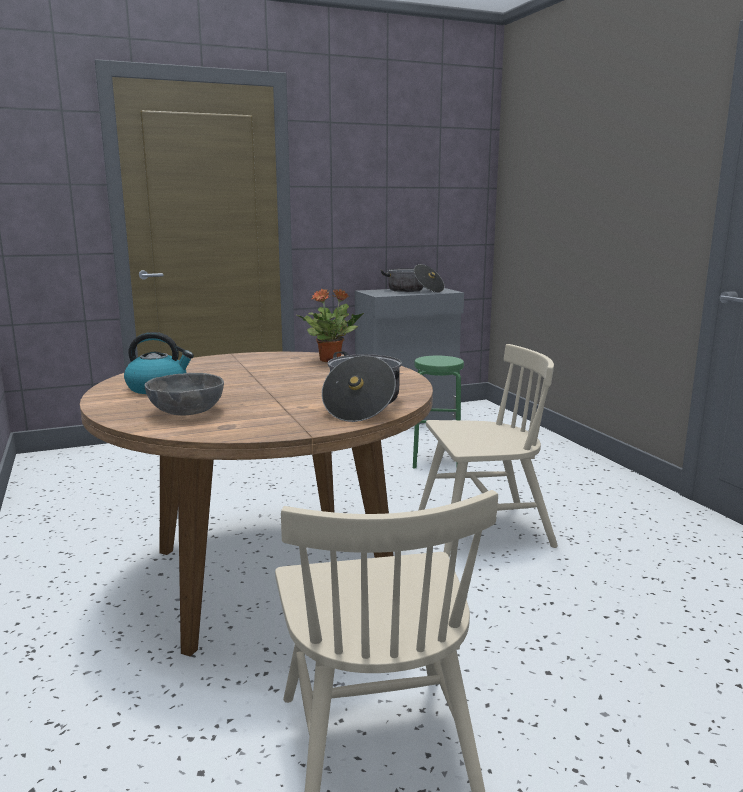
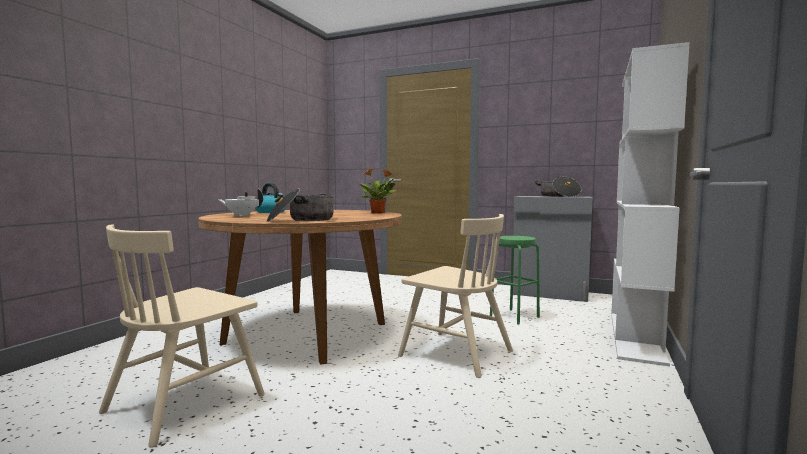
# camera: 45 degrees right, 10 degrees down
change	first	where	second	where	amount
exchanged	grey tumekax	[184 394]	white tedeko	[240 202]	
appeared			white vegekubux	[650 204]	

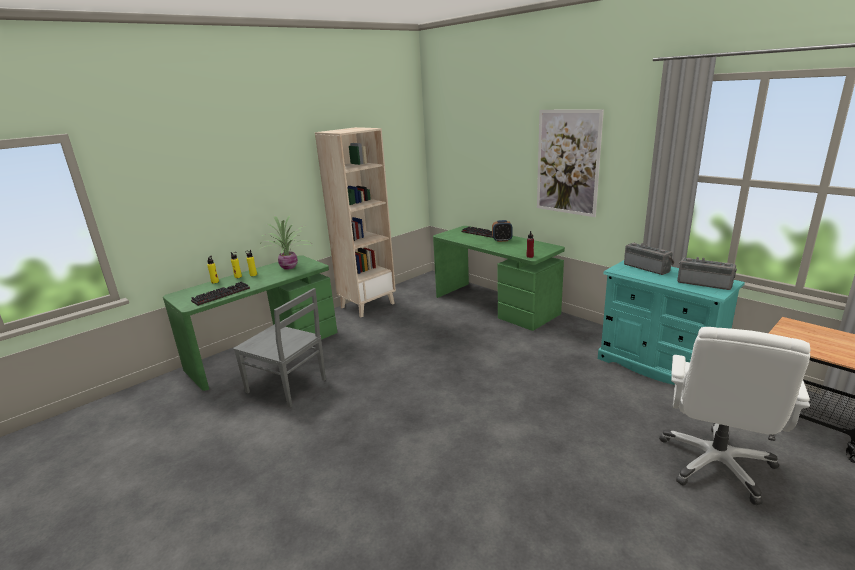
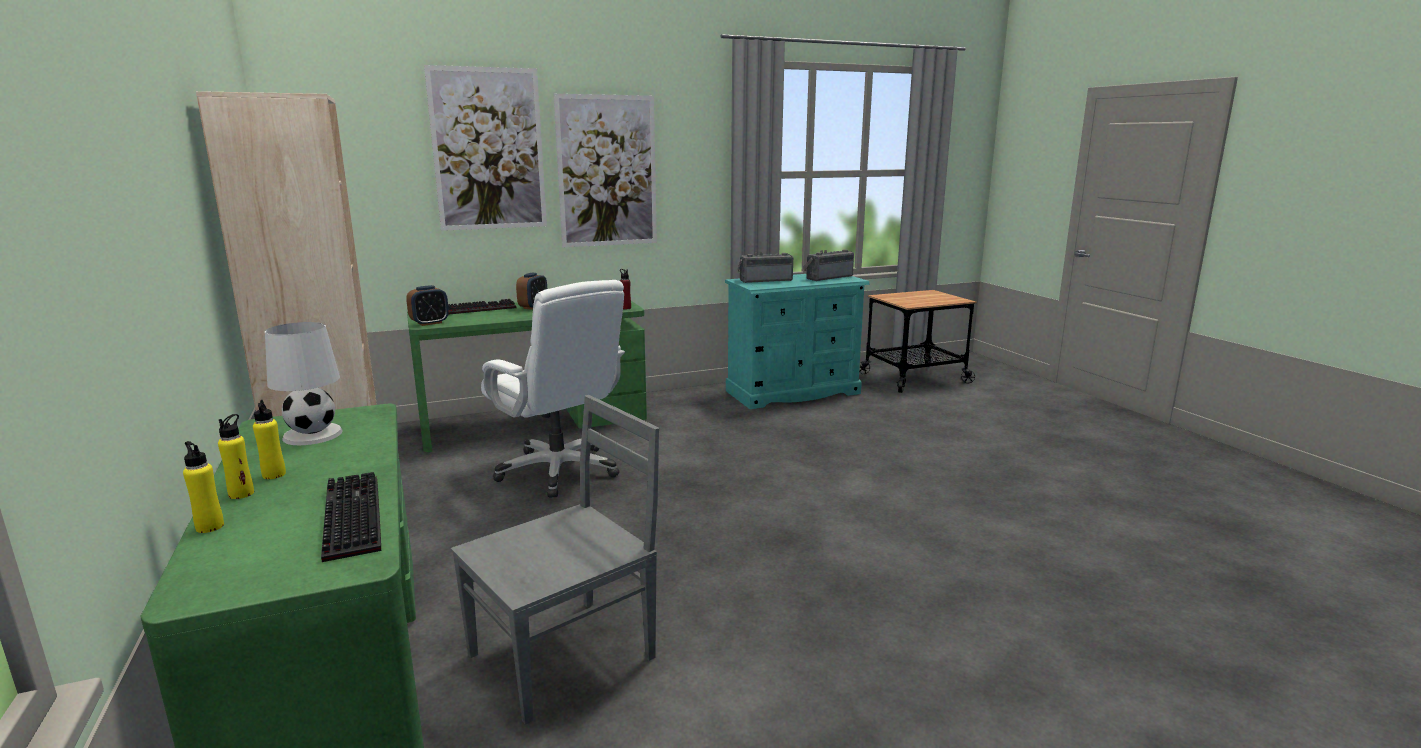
# camera: 70 degrees left, 5 degrees down
change	first	where	second	where	amount
exchanged	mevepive	[285 242]	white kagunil	[304 383]	
relocated	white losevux	[735 416]		[553 389]	
appeared			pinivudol	[485 148]	
appeared			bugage	[427 305]	

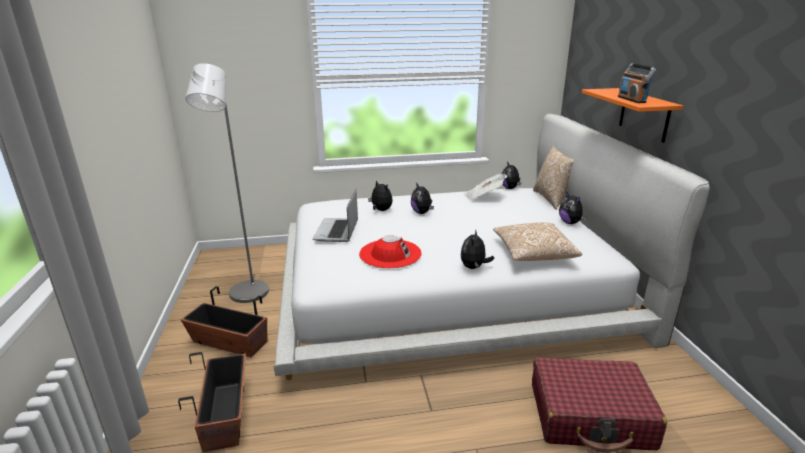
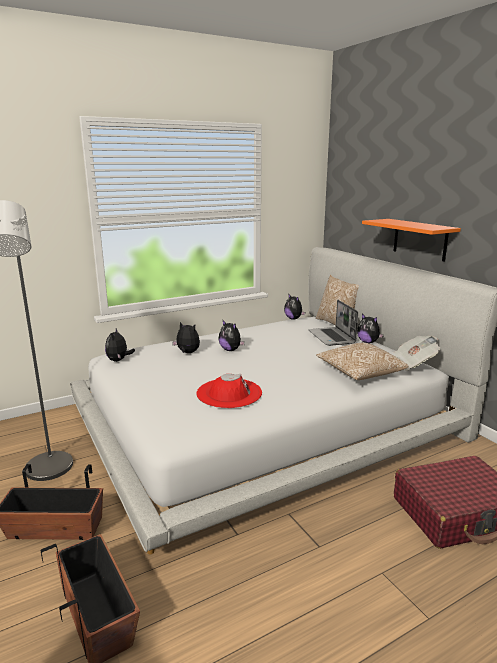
# camera: 20 degrees left, 5 degrees down
change	first	where	second	where	amount
missing	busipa	[637 83]			
relocated	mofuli	[485 187]		[417 353]	
relocated	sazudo	[335 215]		[333 323]	
relocated	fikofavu	[477 249]		[120 345]	

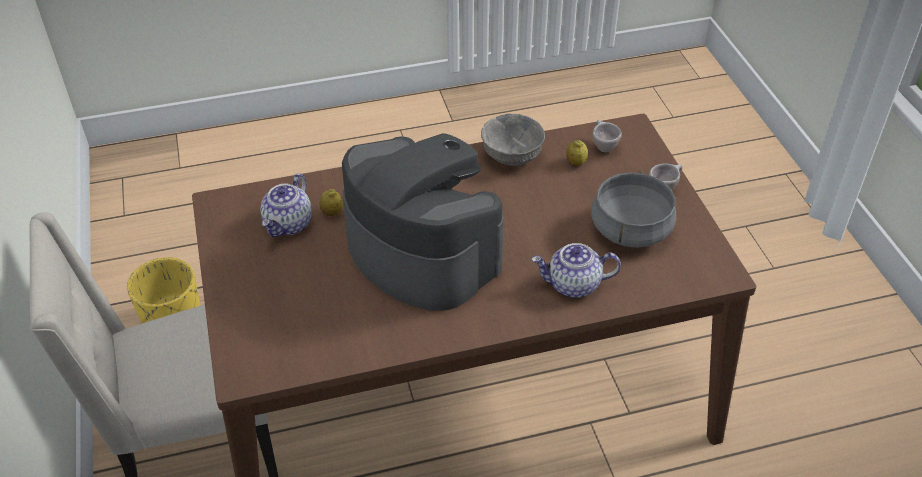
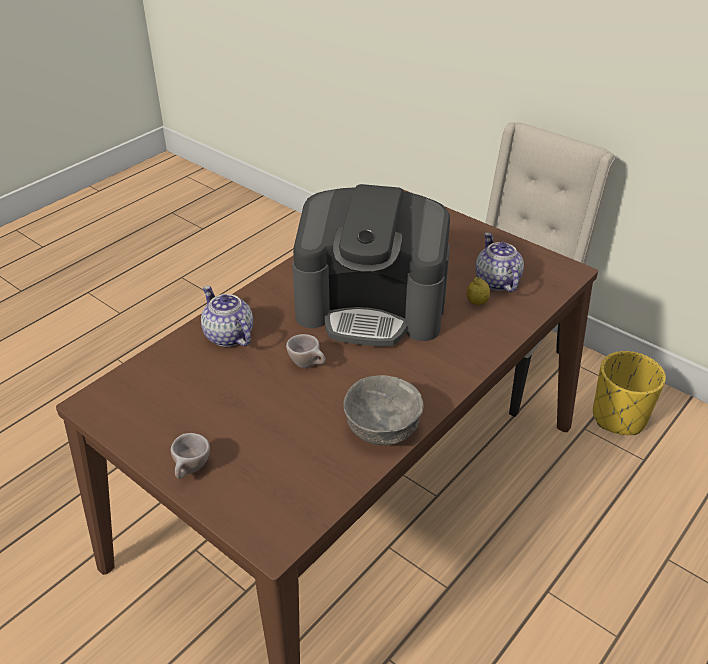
# camera: 145 degrees right, 5 degrees down
change	first	where	second	where	amount
relocated	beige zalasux	[607 136]		[306 351]	
missing	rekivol	[577 153]			
missing	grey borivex	[633 209]			
spun	tedeko	[576 270]		[227 316]	90 degrees counterclockwise

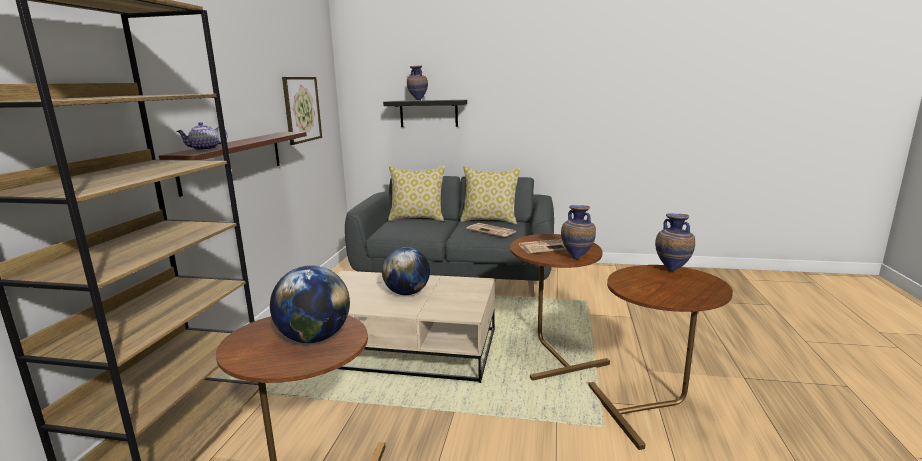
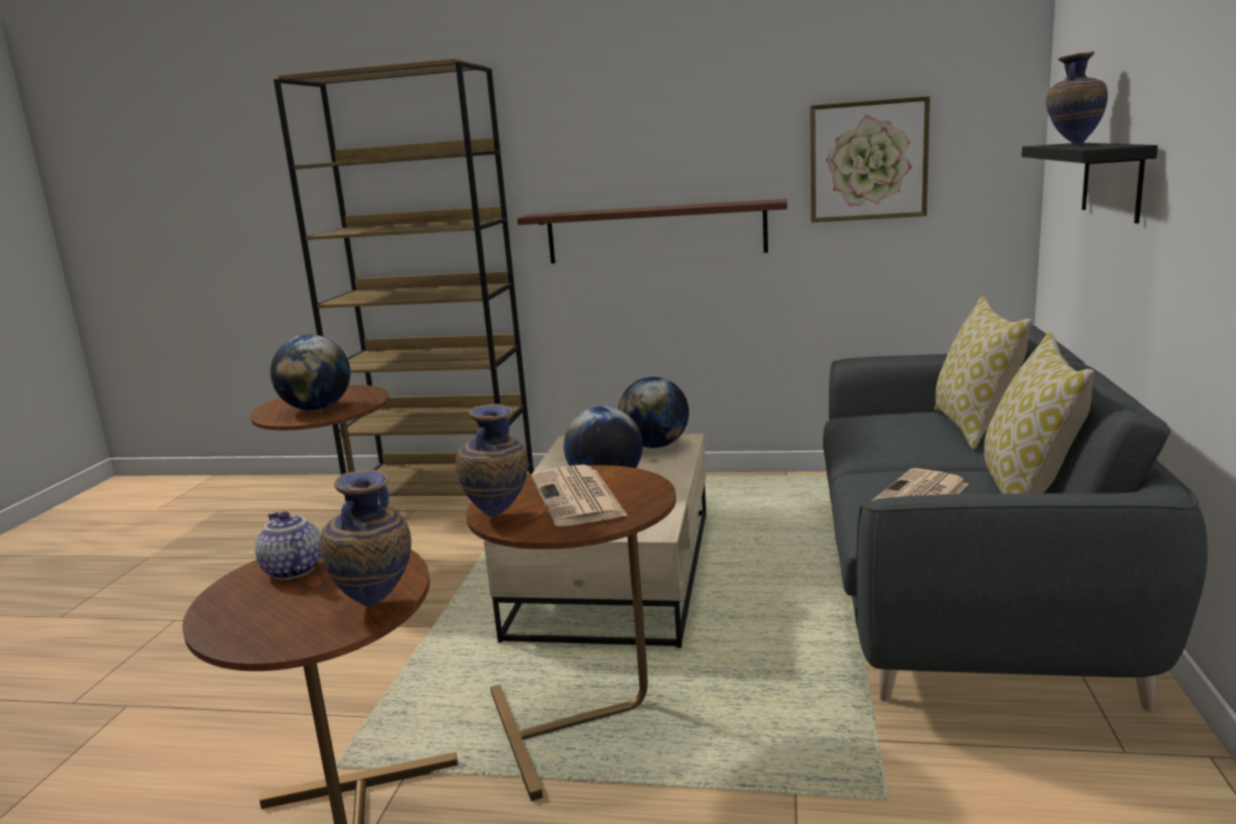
# camera: 90 degrees right, 0 degrees up
change	first	where	second	where	amount
relocated	tedeko	[202 136]		[288 546]	
appeared			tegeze	[653 412]	

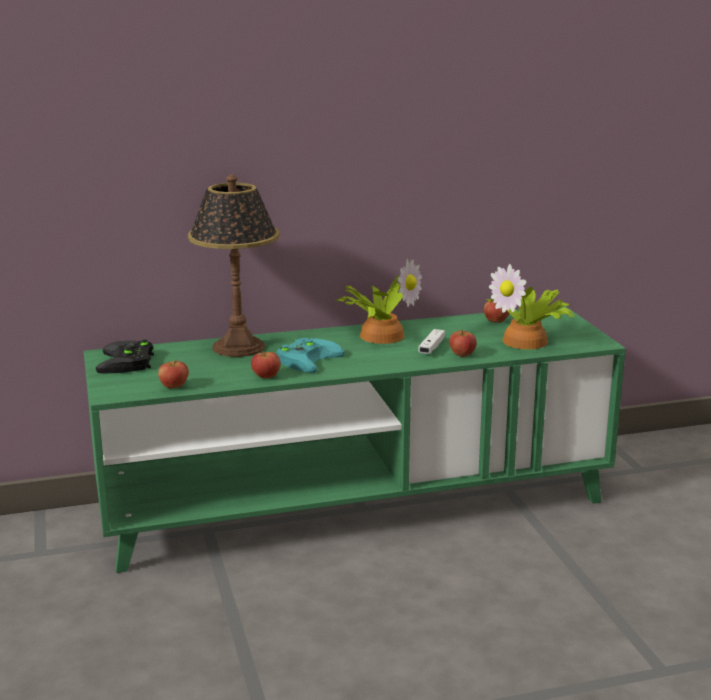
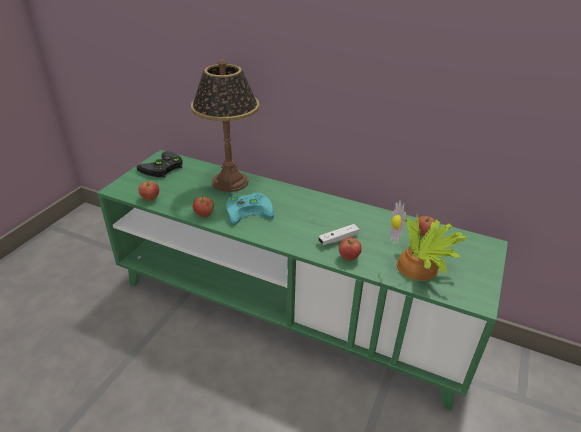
# camera: 40 degrees right, 15 degrees up
change	first	where	second	where	amount
missing	mevepive	[378 301]			

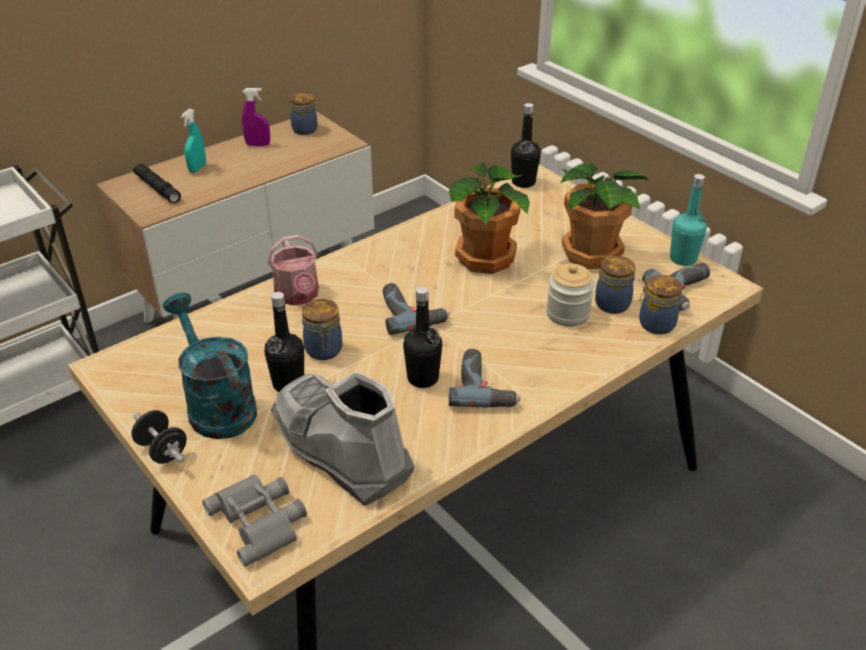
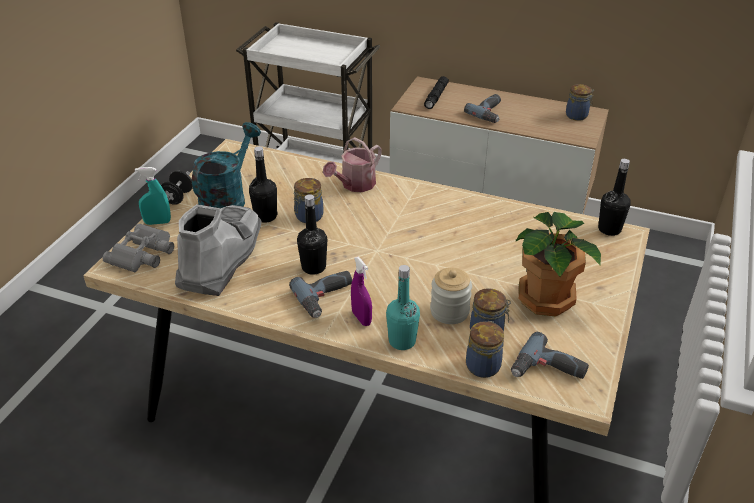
# camera: 60 degrees right, 0 degrees up
change	first	where	second	where	amount
relocated	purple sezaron	[256 117]		[361 291]	
relocated	turquoise sezaron	[193 141]		[153 196]	
missing	mevepive	[489 218]			
relocated	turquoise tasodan	[688 220]		[403 307]	
relocated	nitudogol	[416 309]		[482 108]	

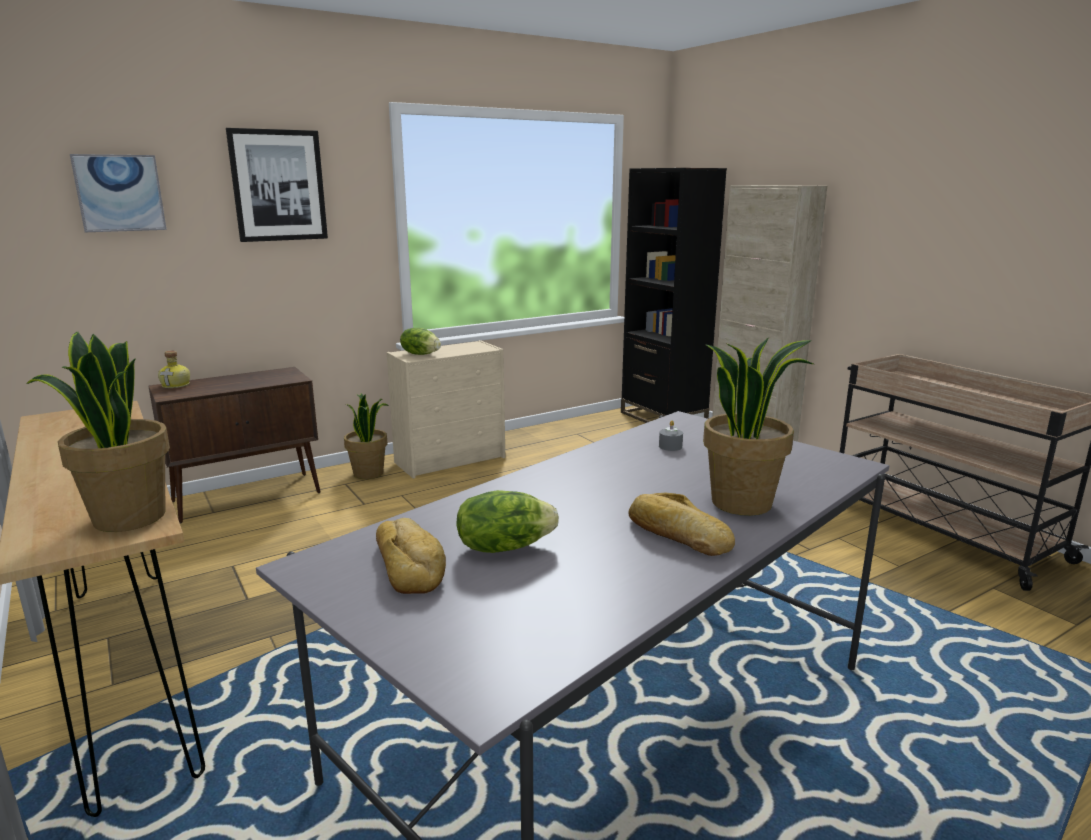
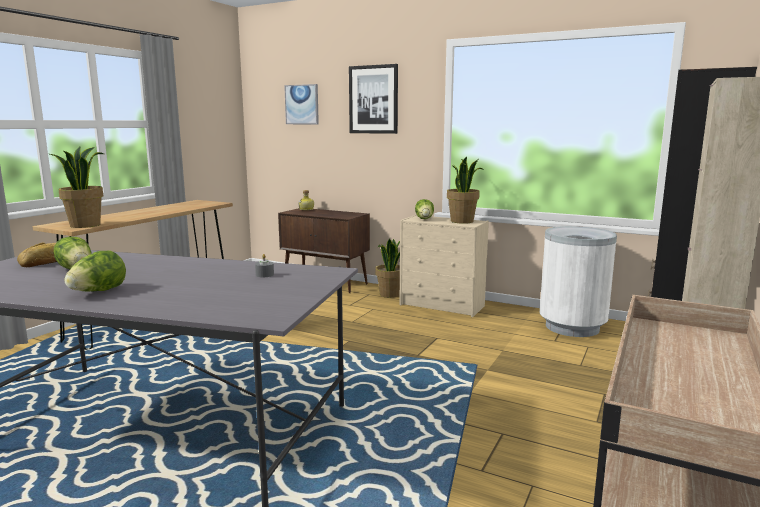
# camera: 60 degrees right, 5 degrees down
change	first	where	second	where	amount
relocated	mevepive	[758 426]		[465 190]	
exchanged	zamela	[682 524]	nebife	[95 271]	
appeared			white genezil	[578 281]	

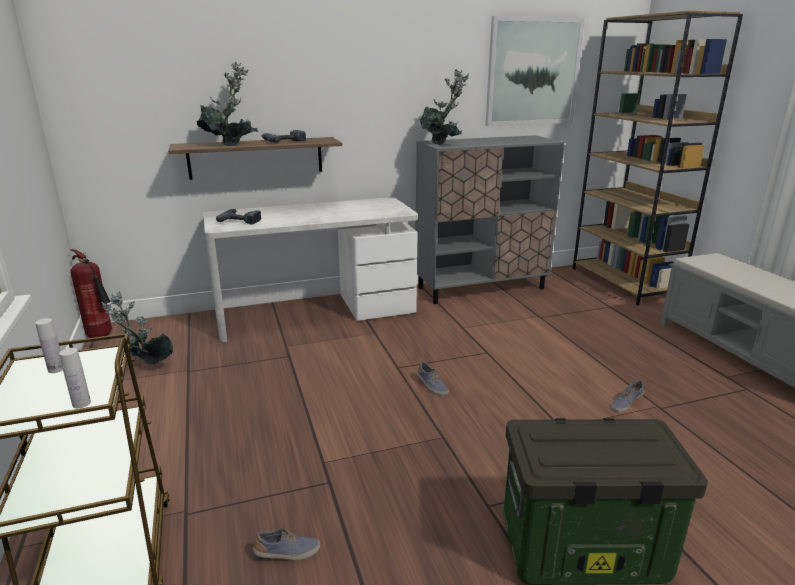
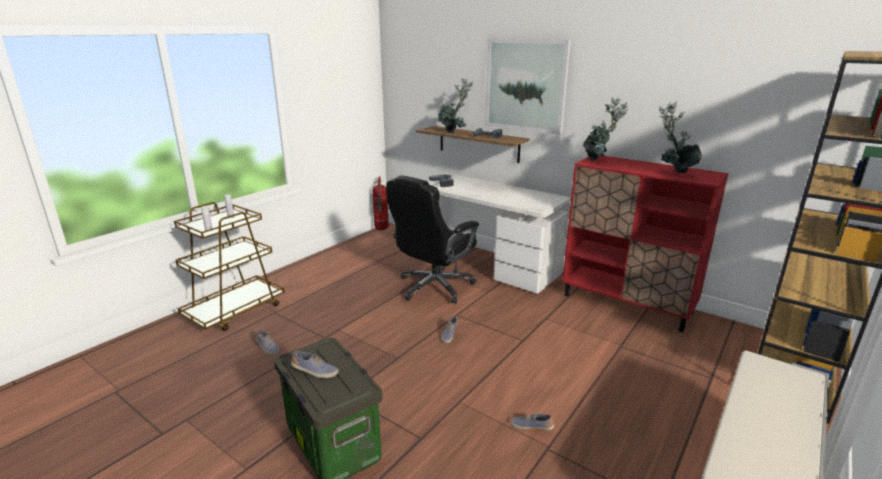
# camera: 55 degrees right, 0 degrees up
change	first	where	second	where	amount
relocated	pinivudol	[535 71]		[528 87]	
colour	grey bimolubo	[490 219]	red bimolubo	[645 243]	
relocated	mevepive	[137 328]		[680 137]	
appeared			black losevux	[432 239]	
appeared			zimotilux	[315 364]	

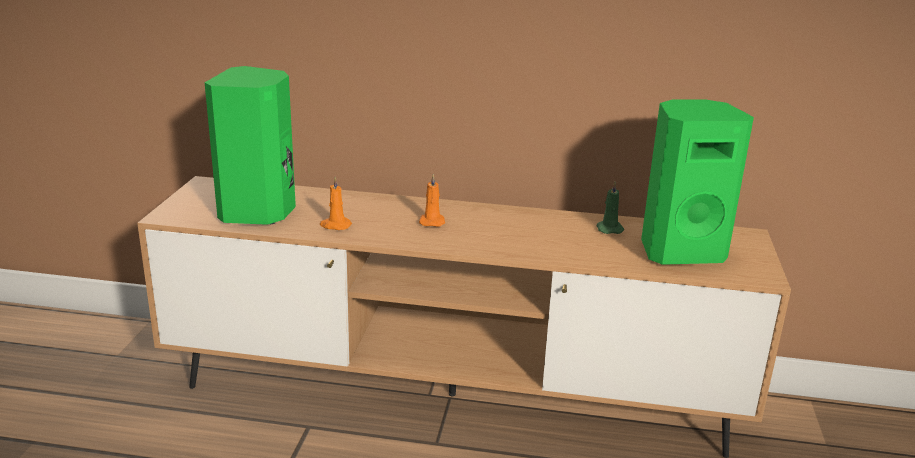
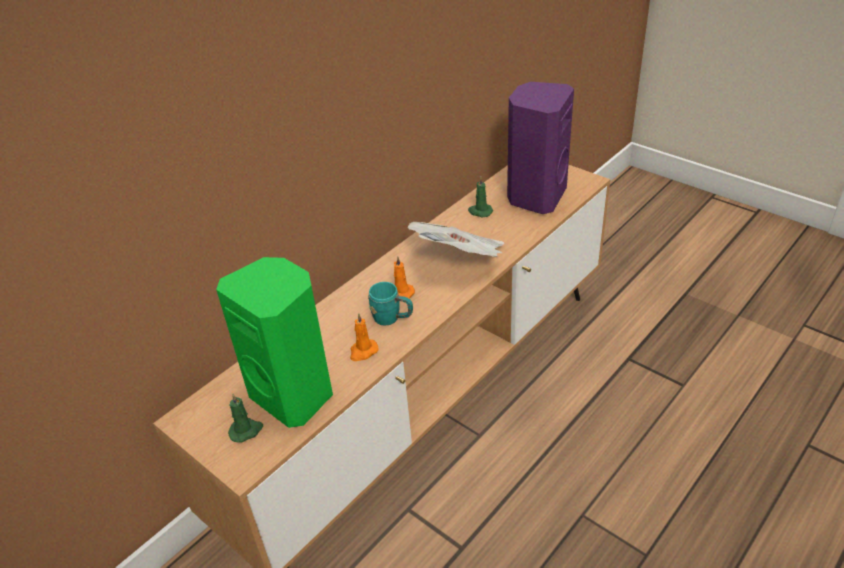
# camera: 55 degrees left, 15 degrees up
change	first	where	second	where	amount
colour	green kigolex	[697 182]	purple kigolex	[540 148]	
appeared			mofuli	[456 239]	
appeared			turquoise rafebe	[390 304]	
appeared			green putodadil	[245 418]	

